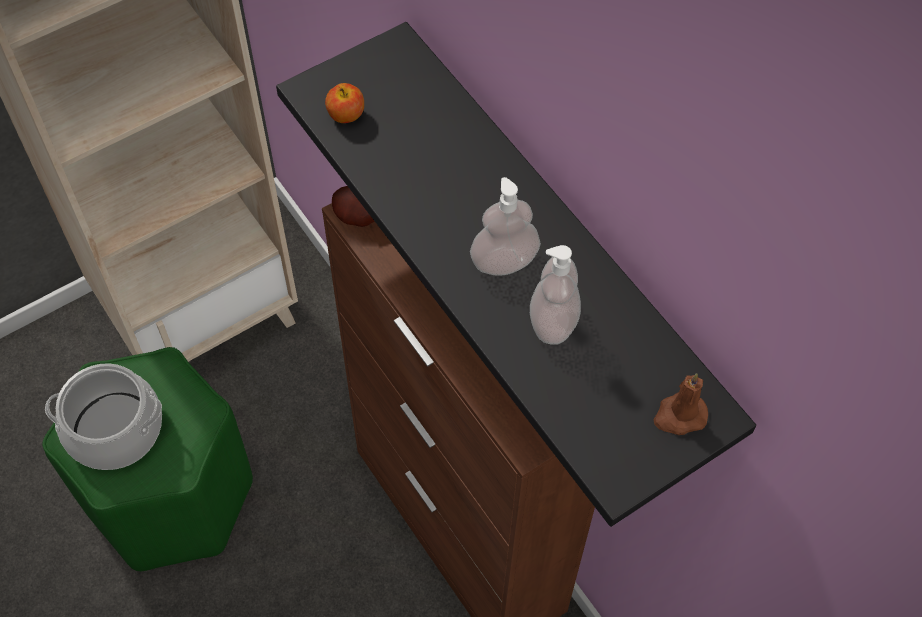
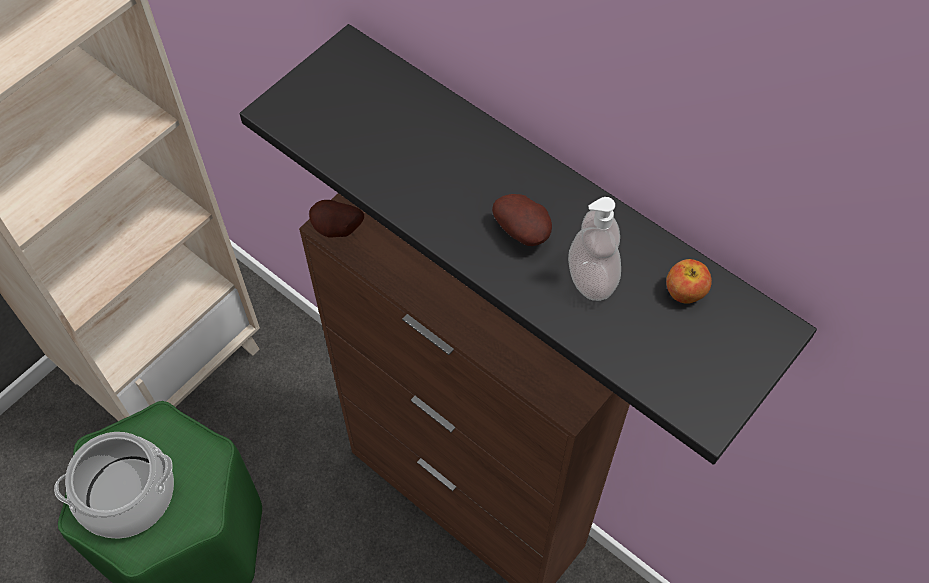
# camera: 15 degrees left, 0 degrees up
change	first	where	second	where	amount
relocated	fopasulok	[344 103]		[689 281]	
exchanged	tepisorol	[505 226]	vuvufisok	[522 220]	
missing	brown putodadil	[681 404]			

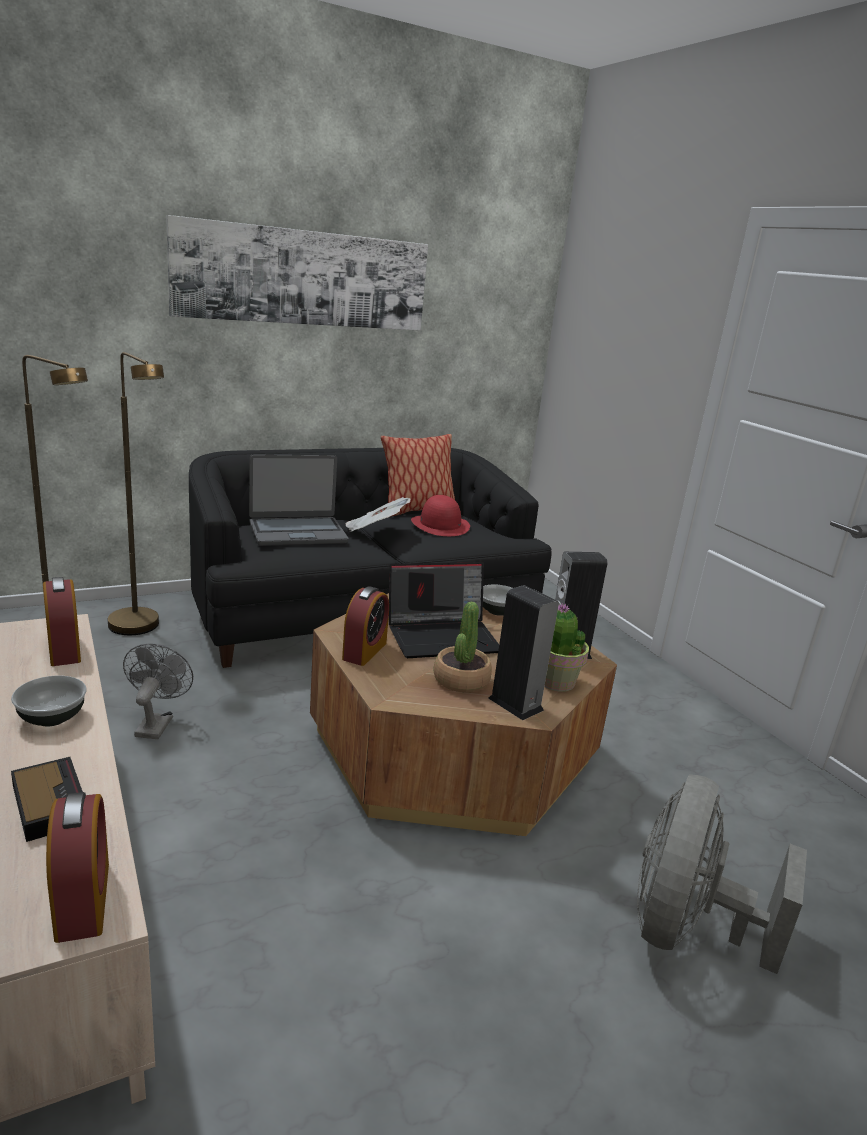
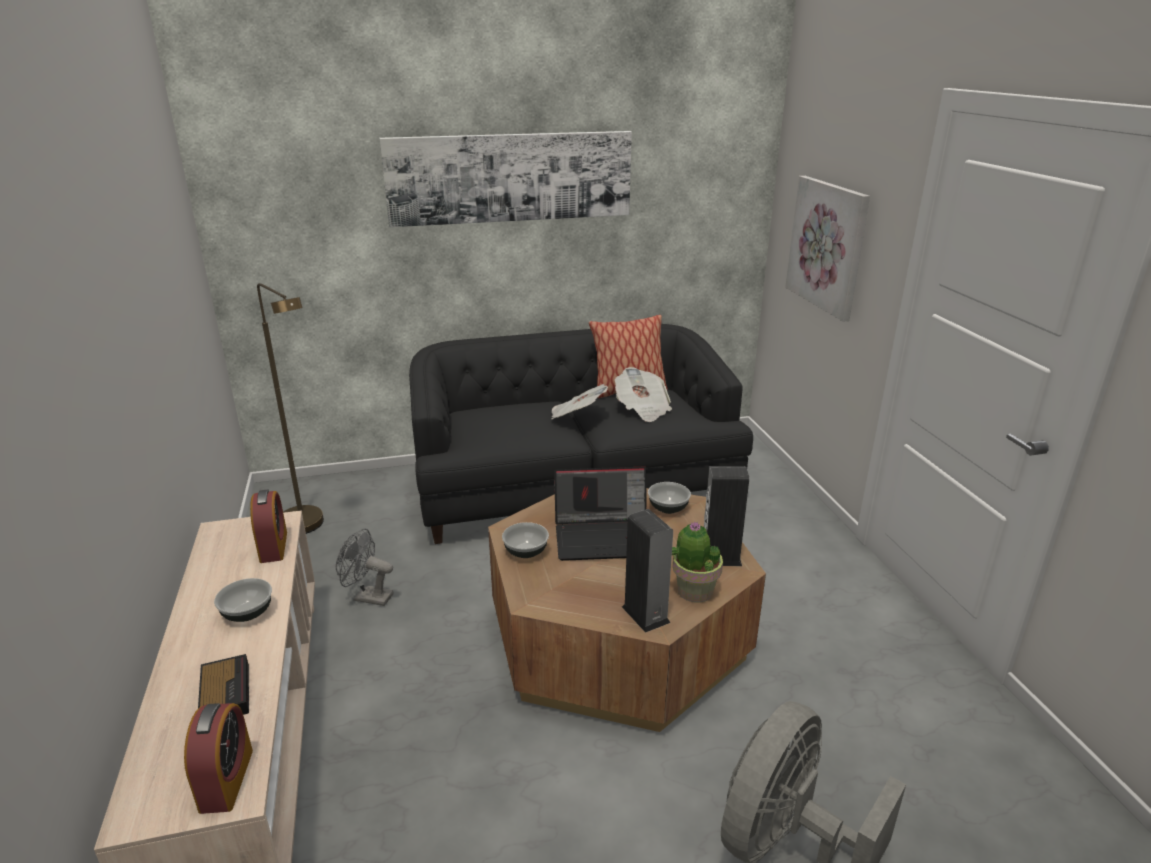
# camera: 15 degrees right, 5 degrees up
change	first	where	second	where	amount
missing	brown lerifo	[136 493]			
missing	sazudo	[298 500]			
exchanged	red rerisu	[440 515]	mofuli	[643 394]	
exchanged	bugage	[365 626]	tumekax	[525 540]	
missing	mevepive	[463 647]			
spun	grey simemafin	[158 691]		[364 567]	90 degrees counterclockwise
appeared			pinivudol	[827 249]	

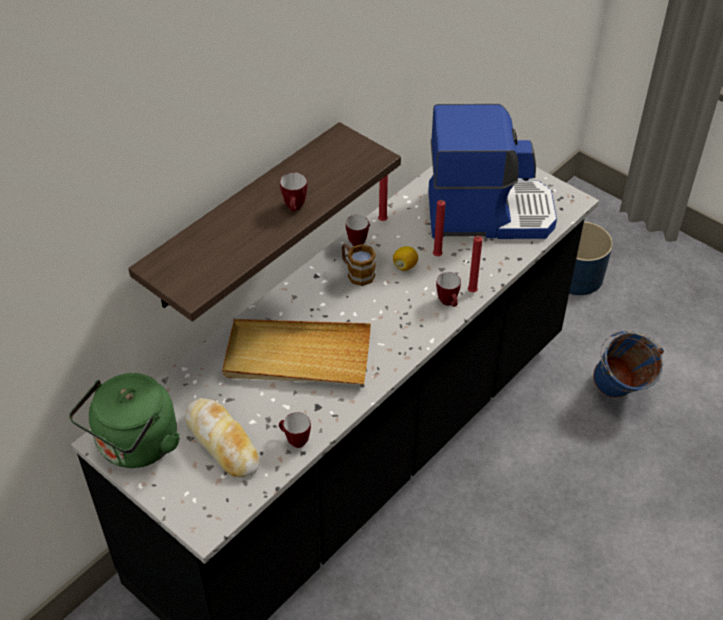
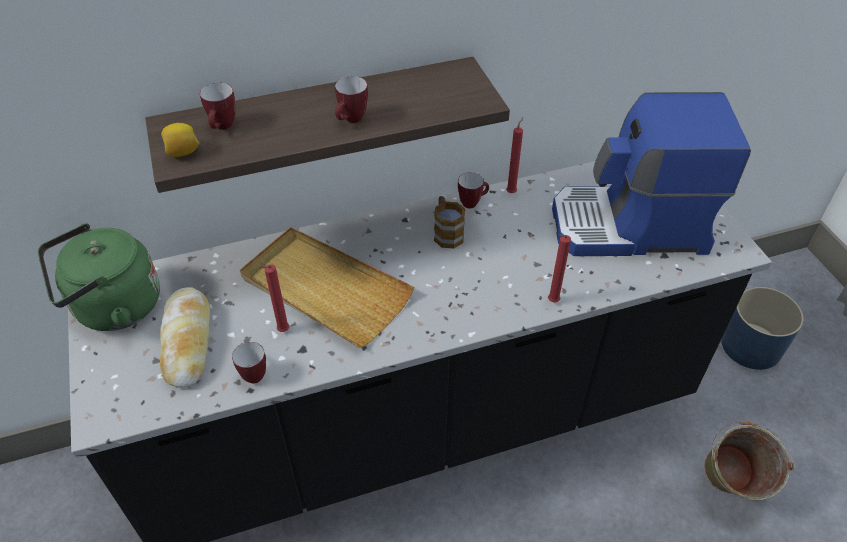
# camera: 30 degrees right, 0 degrees up
change	first	where	second	where	amount
spun	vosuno	[492 171]		[651 174]	150 degrees clockwise
relocated	red putodadil	[439 228]		[274 298]	
relocated	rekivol	[405 258]		[180 140]	
relocated	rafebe	[448 289]		[217 106]	
colour	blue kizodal	[628 364]	green kizodal	[749 460]	

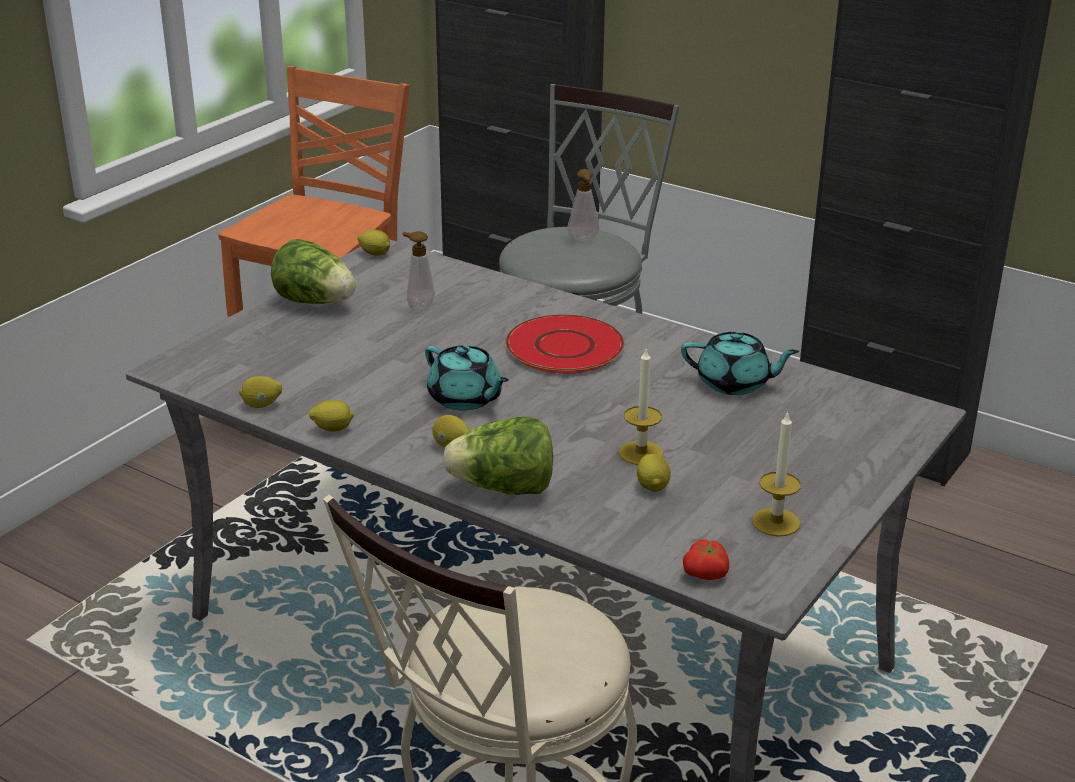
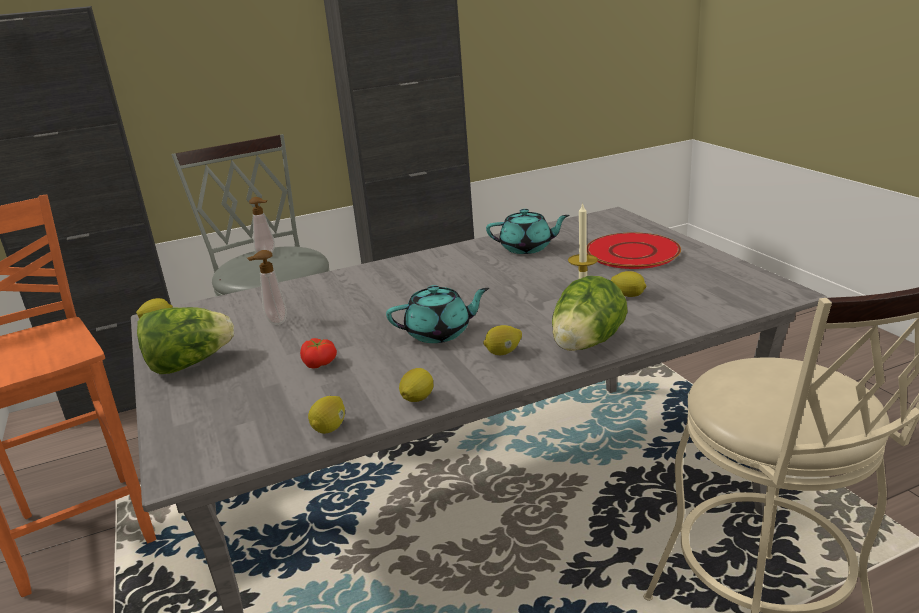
# camera: 55 degrees left, 5 degrees down
change	first	where	second	where	amount
relocated	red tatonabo	[564 343]		[634 250]	
spun	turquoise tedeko	[740 363]		[528 231]	45 degrees clockwise
missing	putodadil	[776 474]			
relocated	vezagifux	[706 559]		[318 353]	

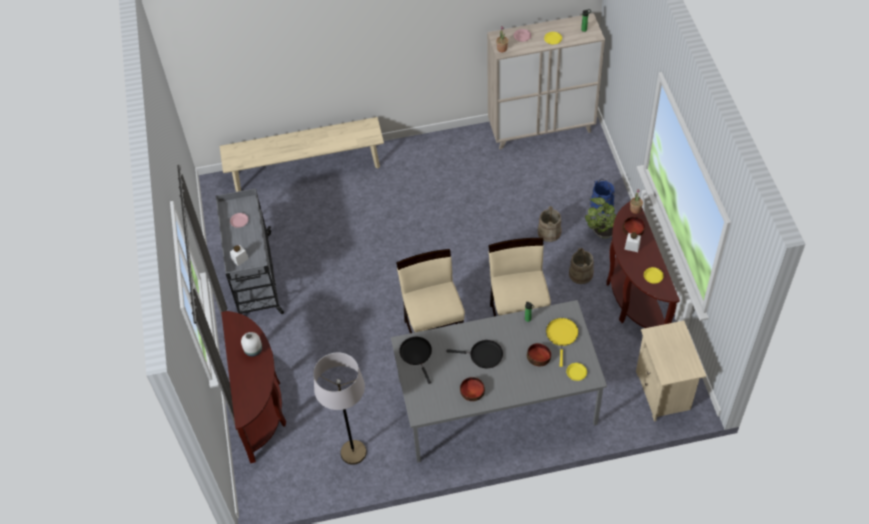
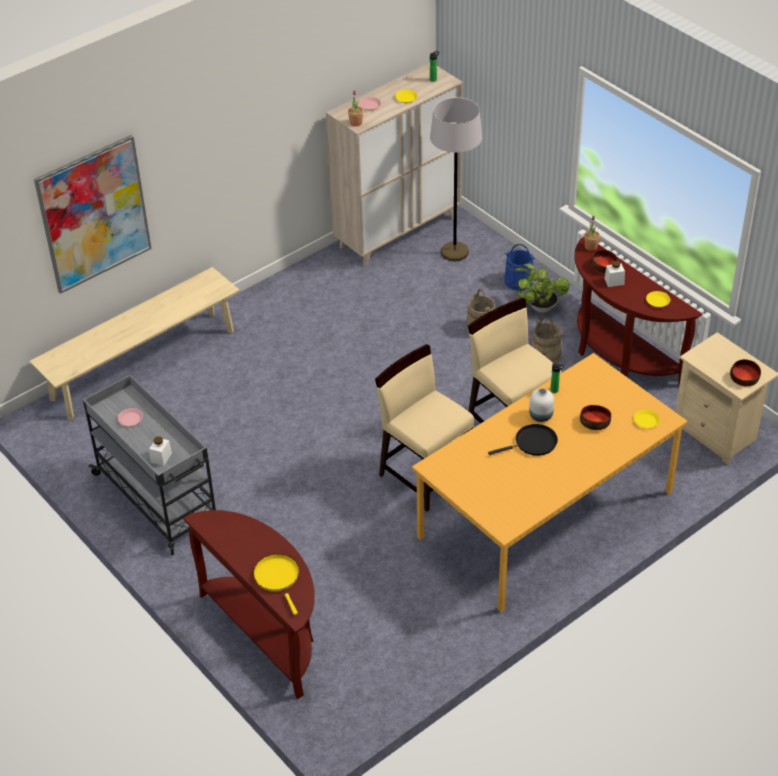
# camera: 30 degrees left, 10 degrees down
change	first	where	second	where	amount
colour	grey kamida	[499 381]	orange kamida	[549 482]	
relocated	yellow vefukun	[562 342]		[276 584]	
relocated	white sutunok	[251 344]		[541 405]	
missing	black vefukun	[415 360]			
relocated	grey lerifo	[340 408]		[456 179]	
relocated	tumekax	[472 389]		[745 373]	
appeared			pinivudol	[93 214]	

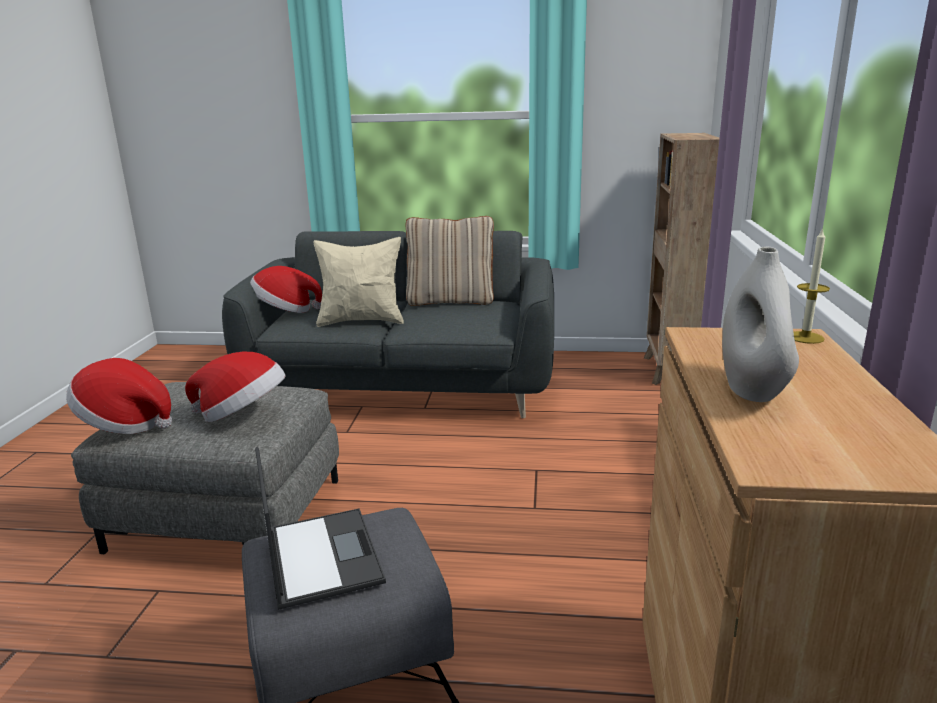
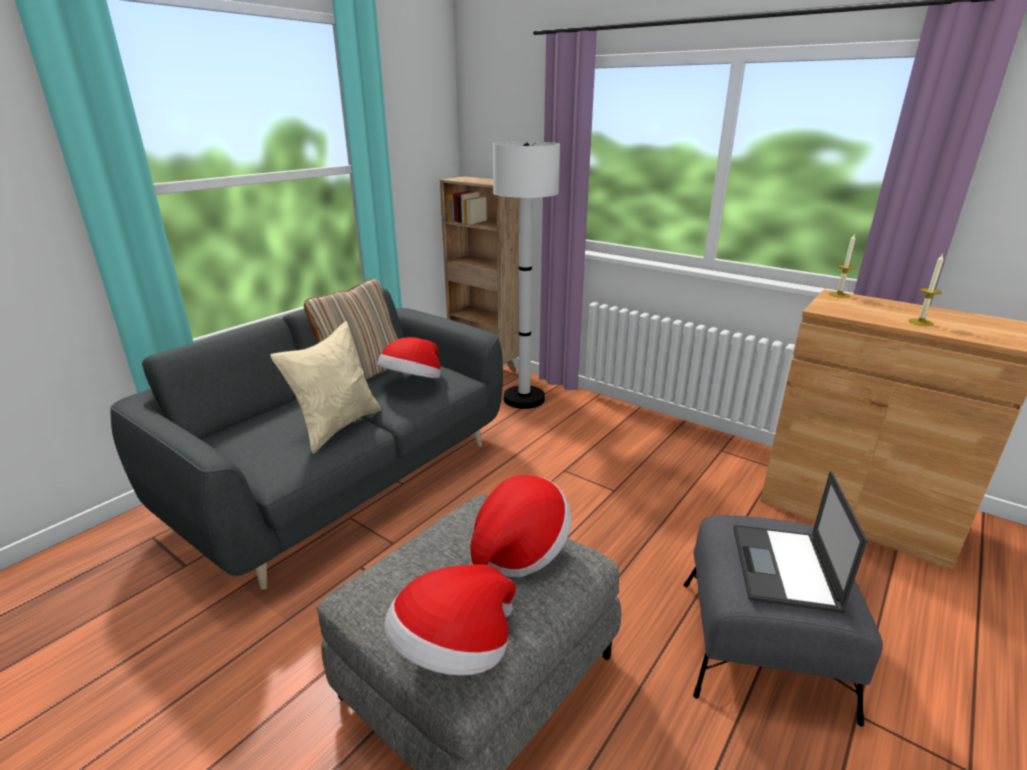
# camera: 60 degrees left, 5 degrees up
change	first	where	second	where	amount
exchanged	white sutunok	[760 324]	putodadil	[926 290]	
relocated	rerisu	[286 289]		[409 358]	
spun	sazudo	[320 528]		[800 542]	90 degrees counterclockwise
appeared			white lerifo	[526 275]	

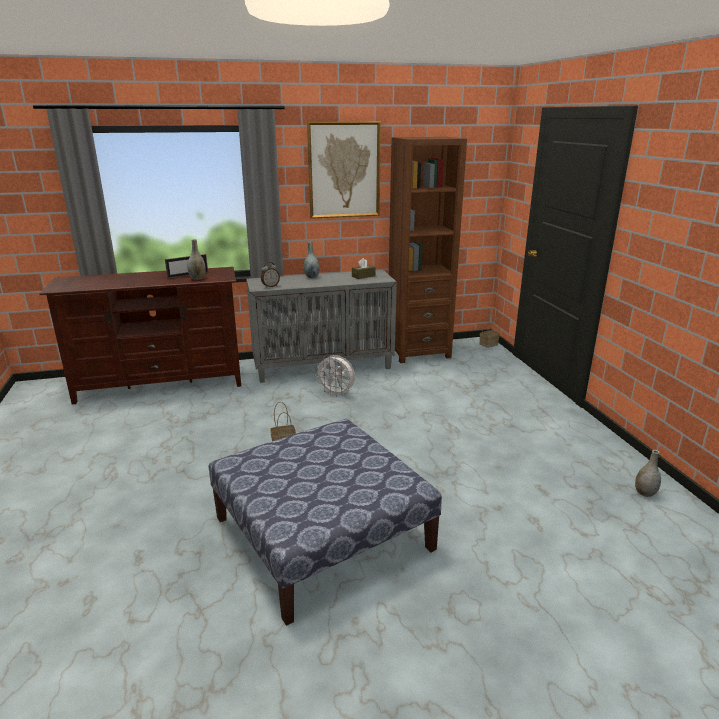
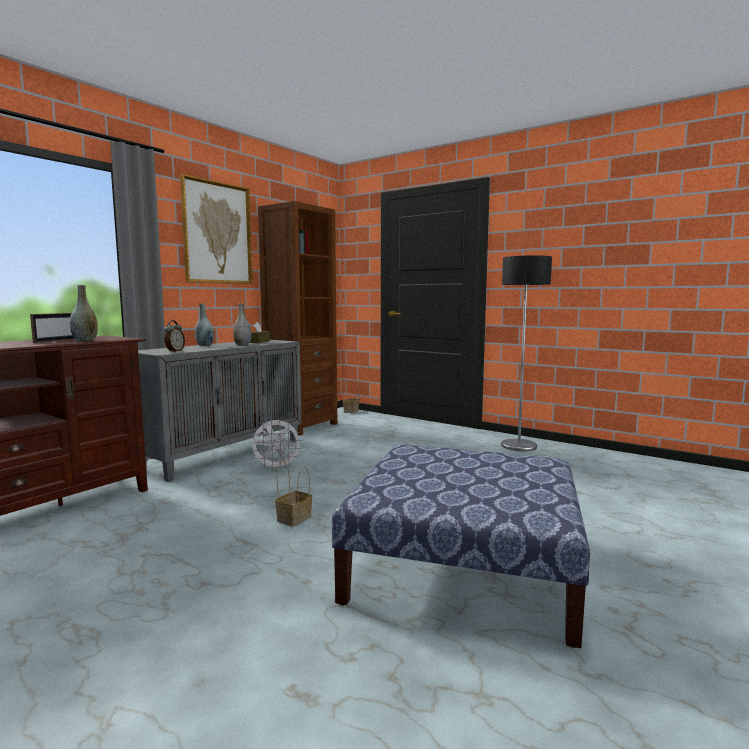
# camera: 40 degrees left, 15 degrees down
change	first	where	second	where	amount
relocated	grey sutunok	[648 473]		[242 324]	
appeared			lerifo	[526 353]	

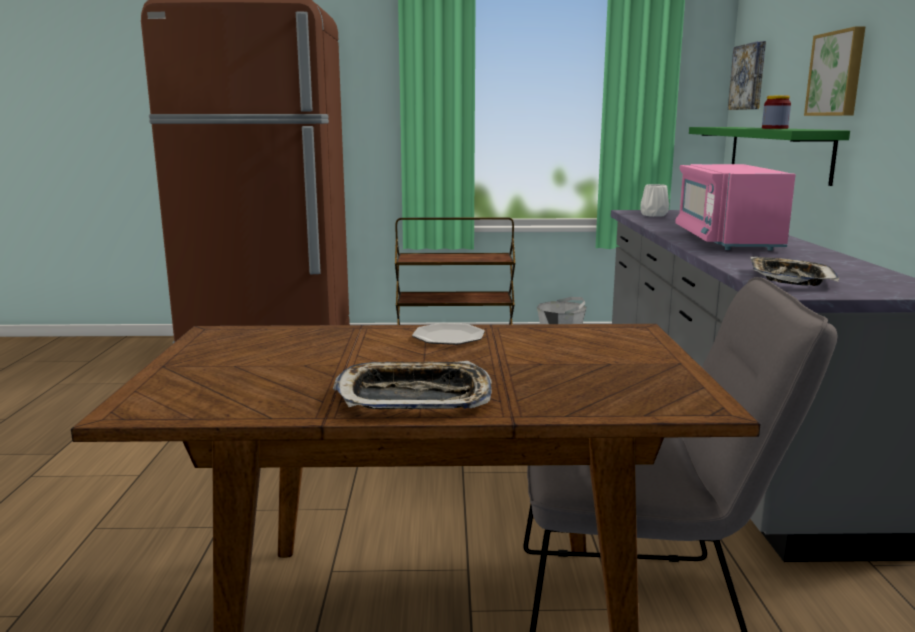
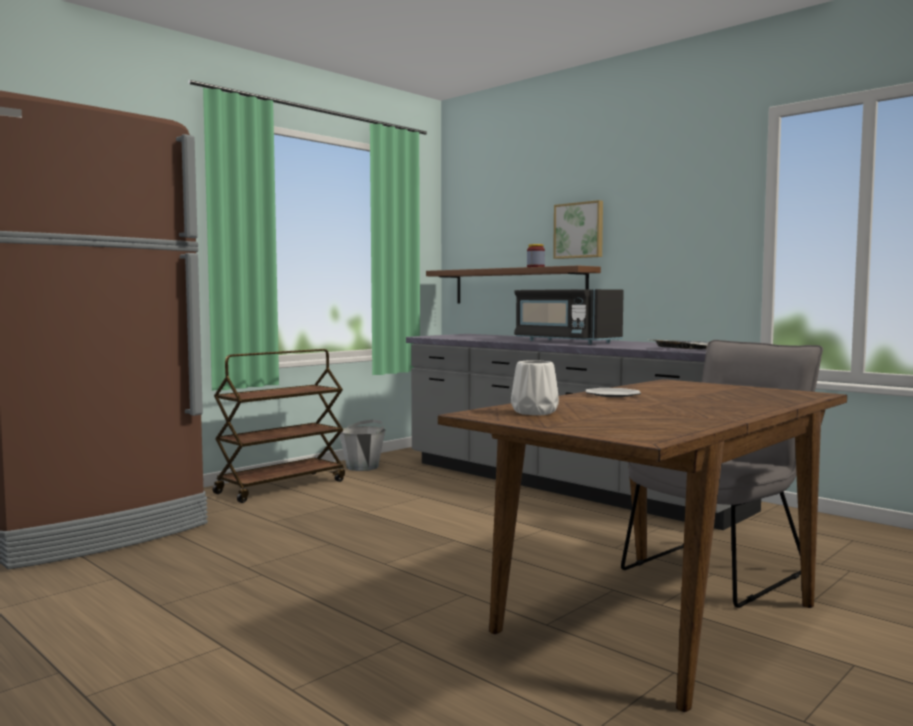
# camera: 45 degrees left, 10 degrees down
change	first	where	second	where	amount
missing	pinivudol	[747 75]			
colour	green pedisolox	[769 156]	brown pedisolox	[513 284]	
colour	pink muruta	[735 207]	black muruta	[569 316]	
relocated	white sutunok	[654 200]		[535 387]	
missing	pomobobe	[412 385]			

